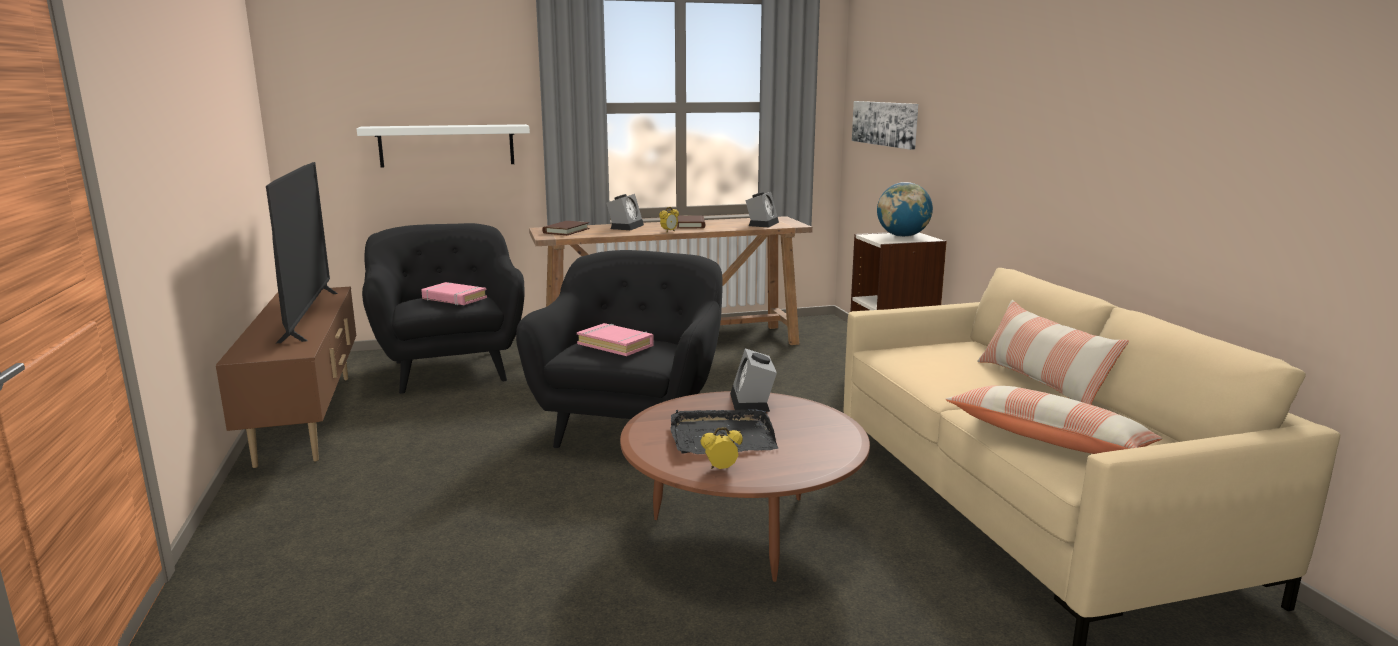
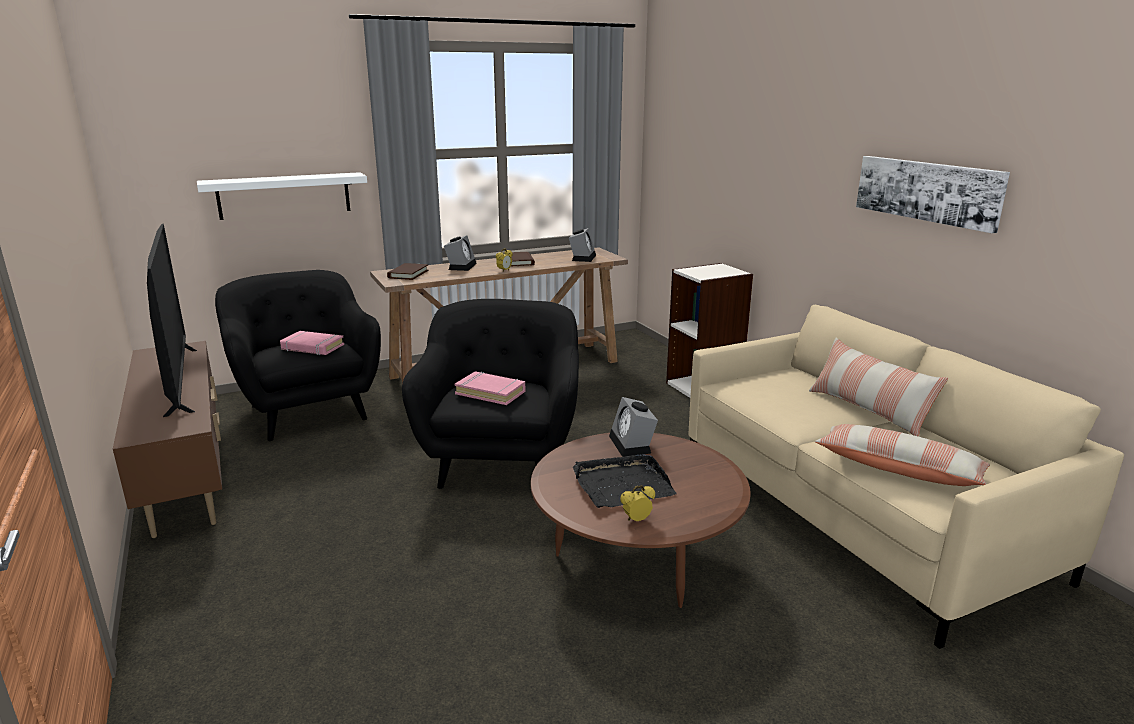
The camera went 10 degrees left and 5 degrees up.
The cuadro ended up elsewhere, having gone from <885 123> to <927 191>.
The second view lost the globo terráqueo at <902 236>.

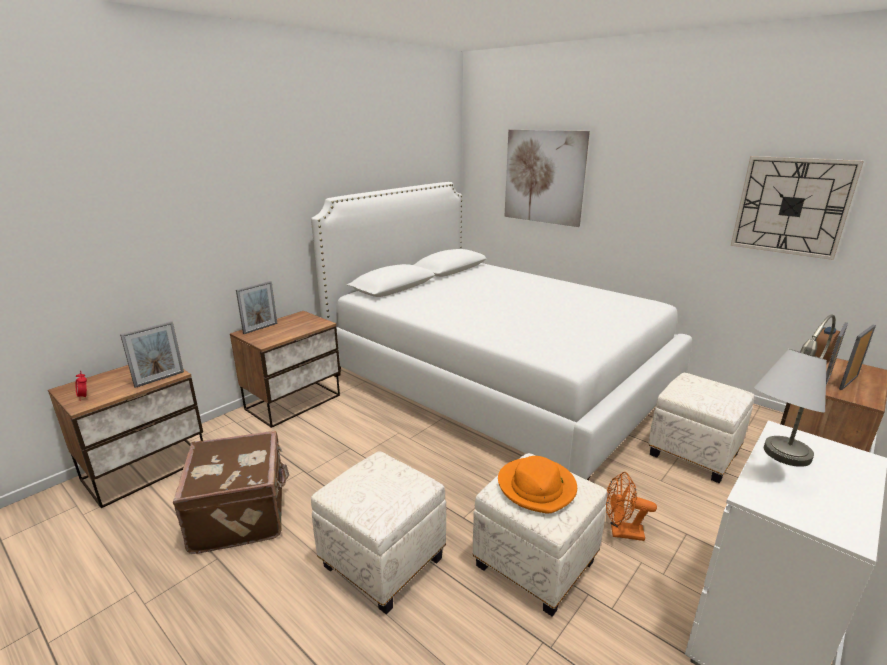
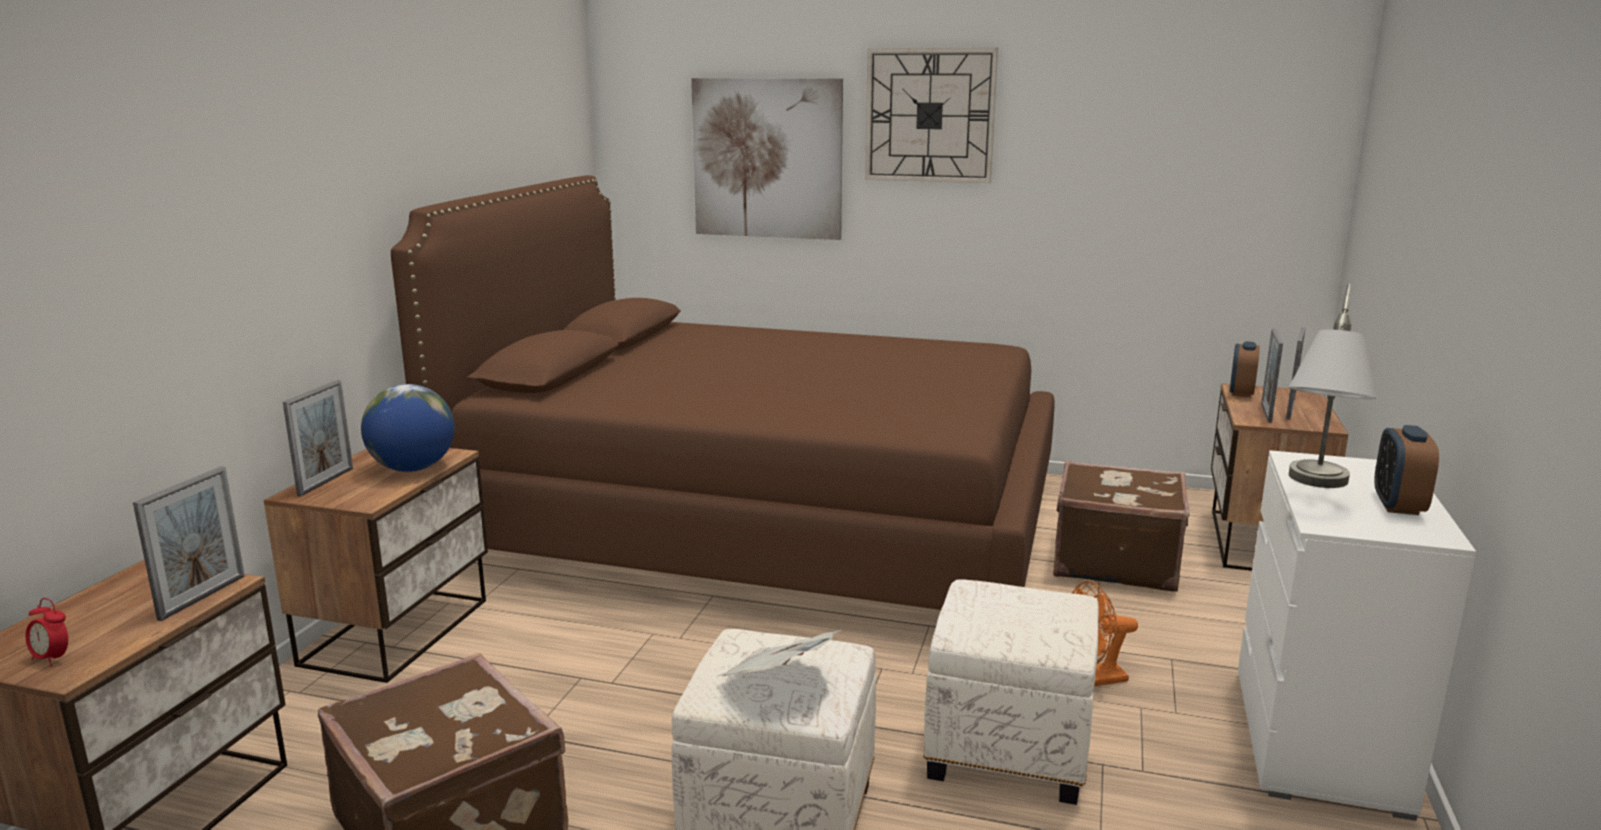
The camera went 25 degrees left and 5 degrees down.
The reloj de pared ended up elsewhere, having gone from <791 206> to <929 115>.
What was the cama [blanco] at <497 382> turned into the cama [marrón] at <764 524>.
Where the puf [blanco] stood at <692 454>, the maleta [marrón] came to stand at <1114 562>.
The second view lost the sombrero [naranja] at <537 487>.
The second view gained the globo terráqueo at <413 468>.
The second view gained the despertador at <1398 505>.
The second view gained the periódico at <779 682>.

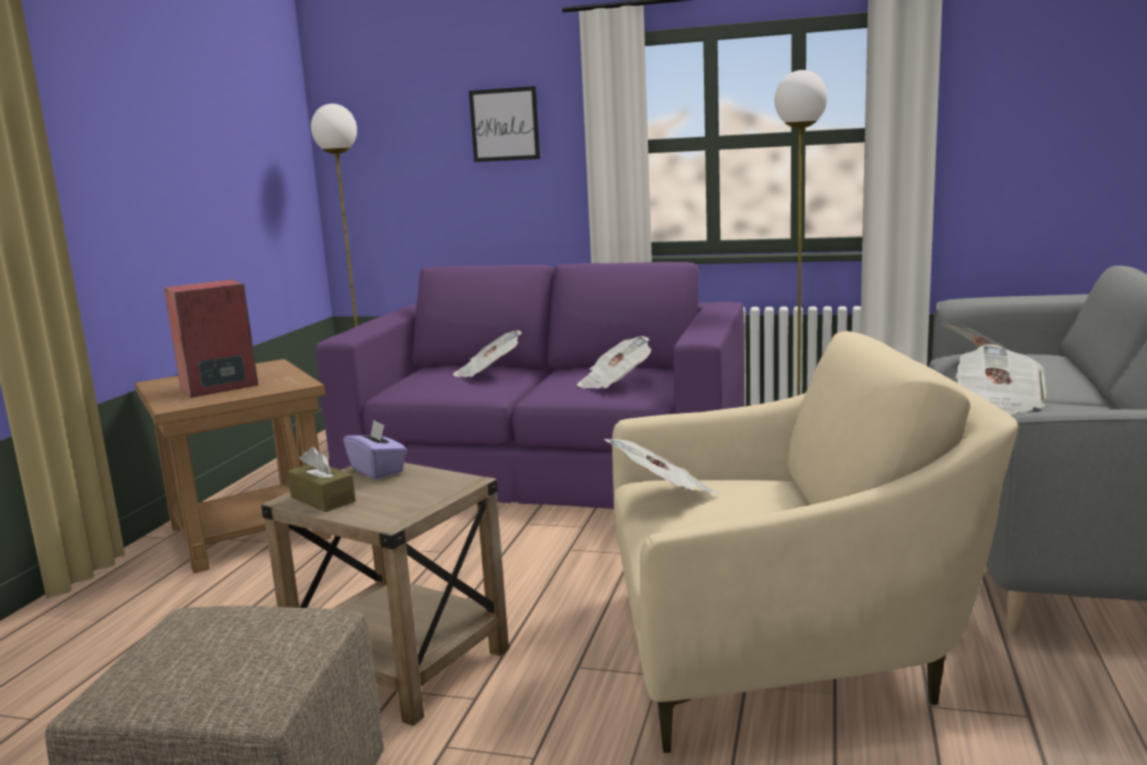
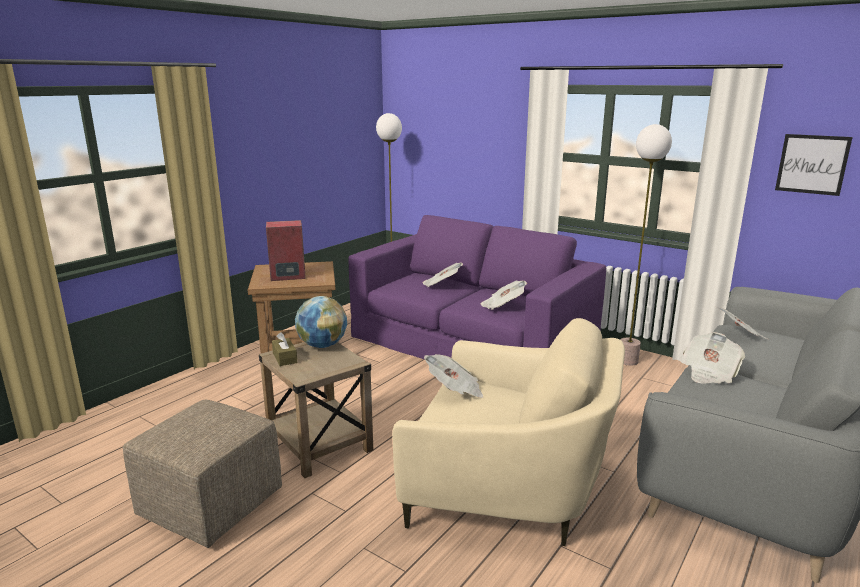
The camera went 20 degrees right and 5 degrees up.
The cuadro ended up elsewhere, having gone from <504 124> to <812 164>.
Where the caja de pañuelos [morado] stood at <378 470>, the globo terráqueo came to stand at <322 345>.

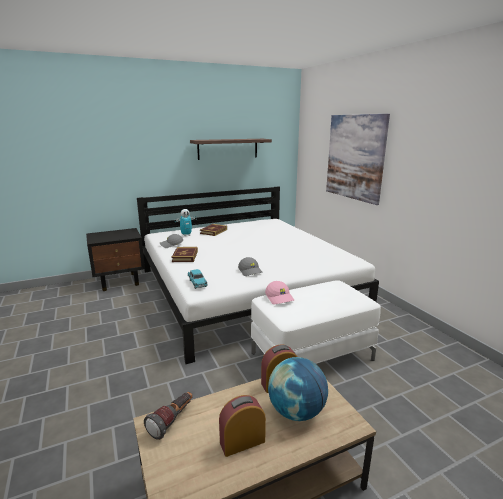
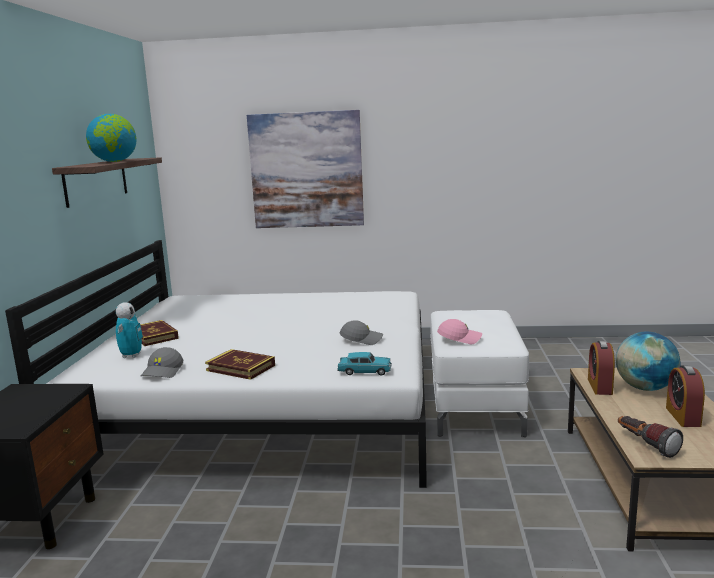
The camera went 60 degrees left and 5 degrees down.
The second view gained the globo terráqueo at <114 161>.

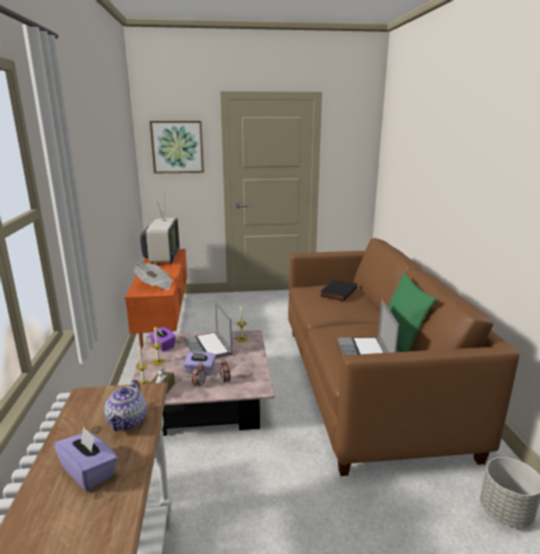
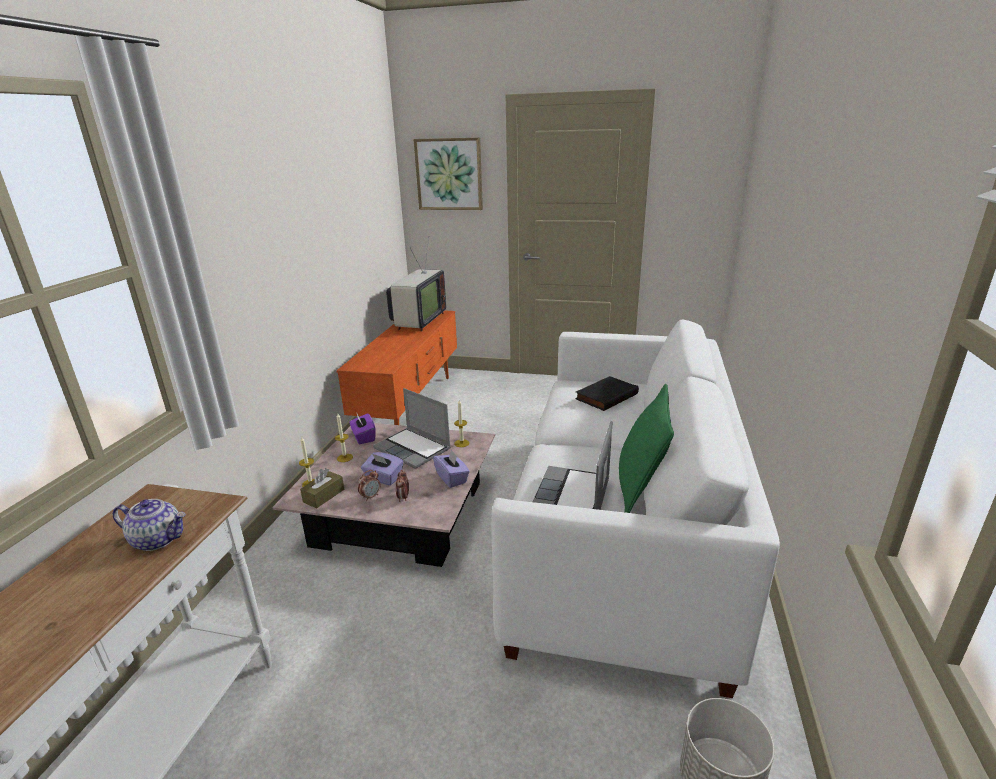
The camera went 20 degrees right and 5 degrees up.
What was the sofá [marrón] at <366 384> turned into the sofá [blanco] at <622 534>.
The second view lost the periódico at <155 285>.
The portátil at <208 348> ended up facing another way, 45 degrees counterclockwise from before.
The tetera at <128 421> ended up facing another way, 105 degrees counterclockwise from before.
The caja de pañuelos [morado] ended up elsewhere, having gone from <89 472> to <452 478>.

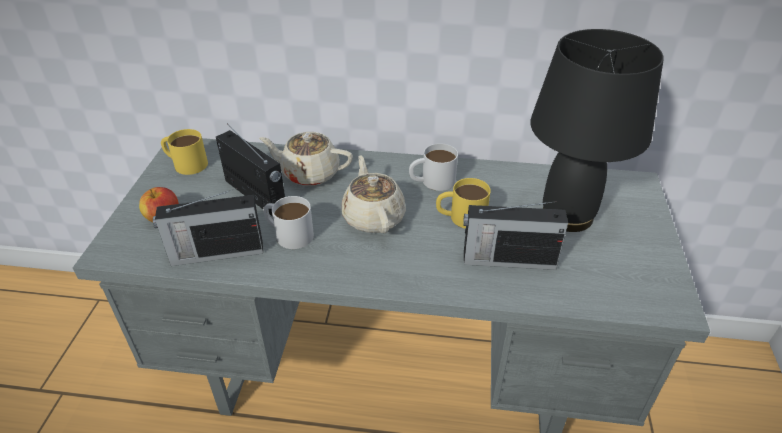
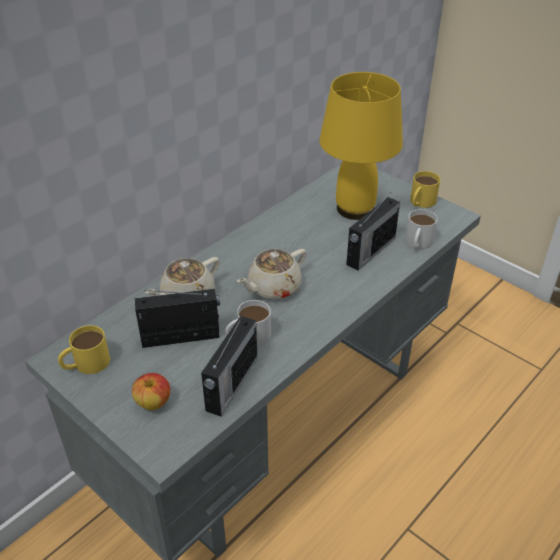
The camera went 55 degrees left and 0 degrees up.
What was the lámpara de mesa [negro] at <568 215> turned into the lámpara de mesa [amarillo] at <355 208>.
The taza grande [blanco] ended up elsewhere, having gone from <432 181> to <417 243>.
The tetera [beis] at <373 217> ended up facing another way, 60 degrees counterclockwise from before.
The taza grande [amarillo] ended up elsewhere, having gone from <460 217> to <420 202>.

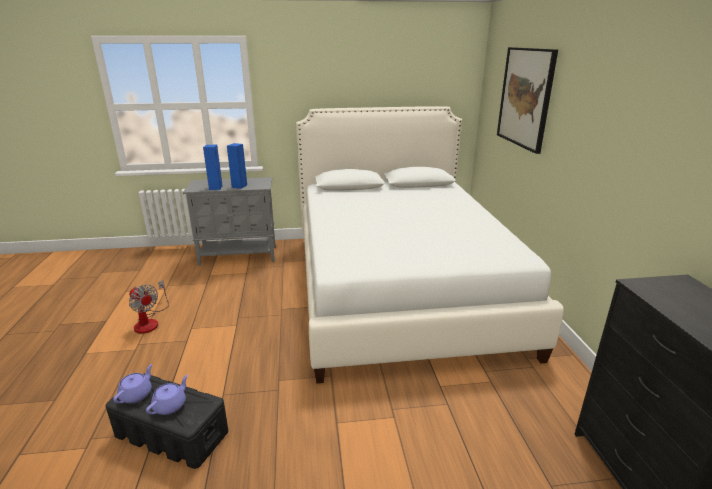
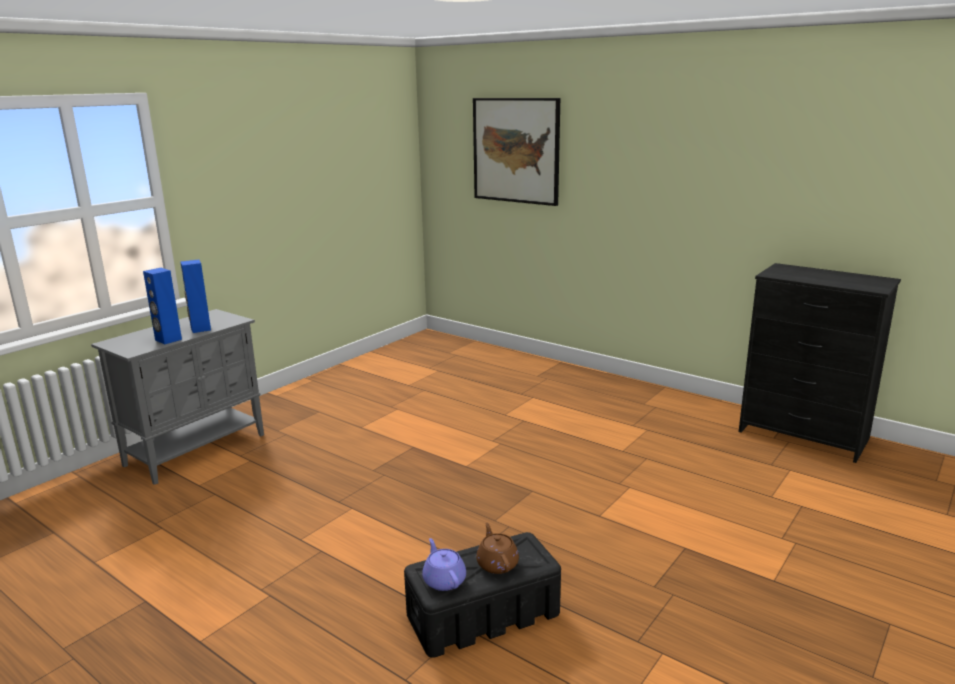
The camera went 45 degrees left and 5 degrees down.
The second view lost the cama [blanco] at <399 287>.
The second view lost the ventilador at <150 321>.
What was the tetera [morado] at <170 405> turned into the tetera [marrón] at <497 563>.

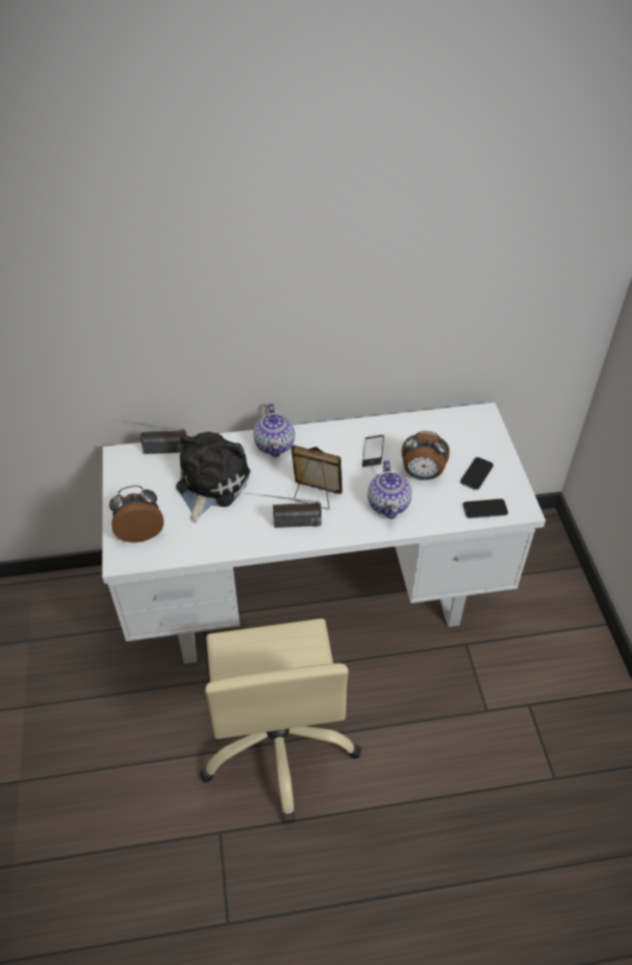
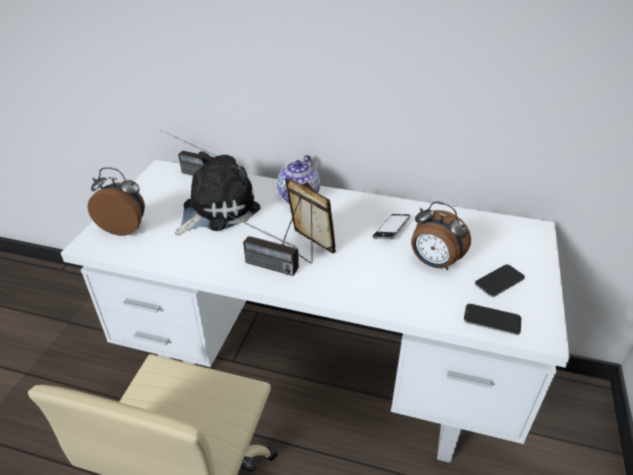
The camera went 25 degrees right and 10 degrees down.
The second view lost the tetera at <389 504>.

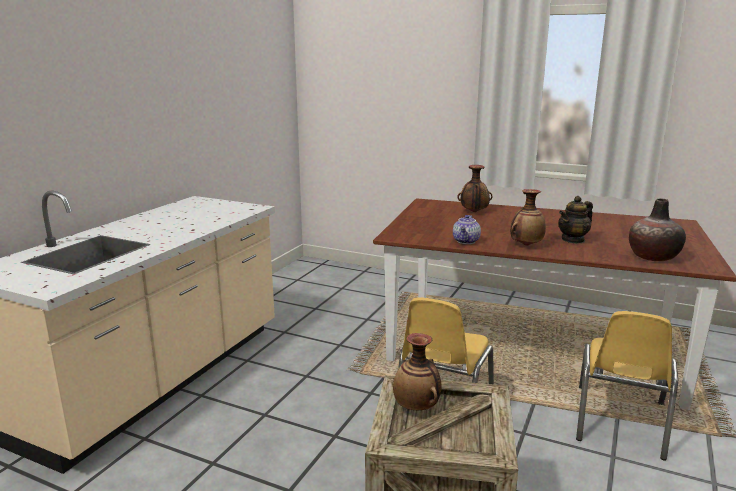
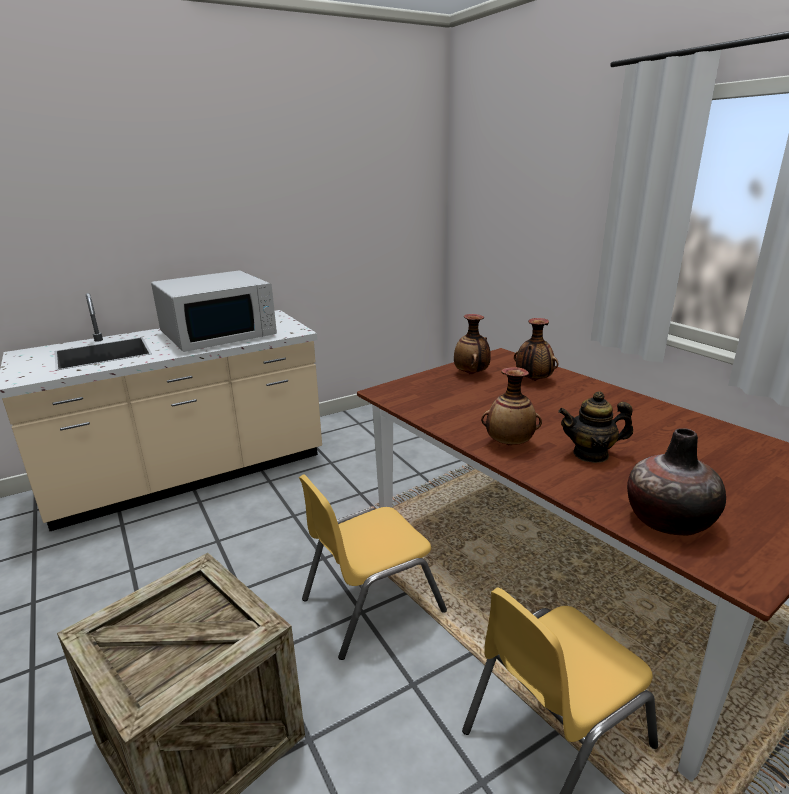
The camera went 35 degrees right and 5 degrees up.
The second view lost the tetera at <466 241>.
The florero ended up elsewhere, having gone from <417 407> to <471 374>.
The second view gained the microondas [blanco] at <219 334>.

